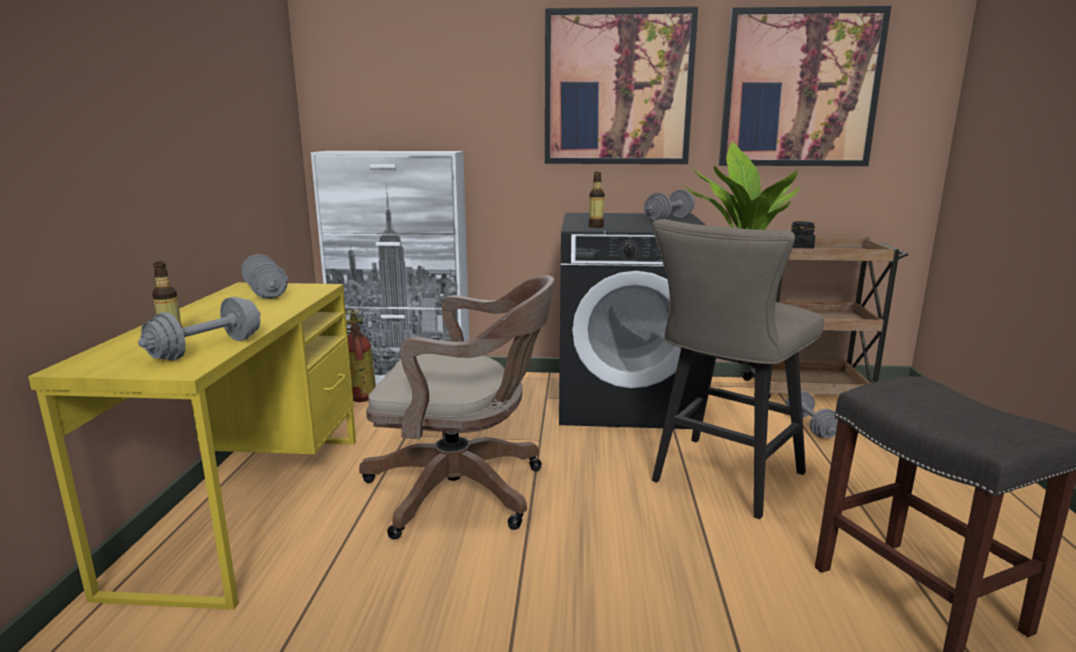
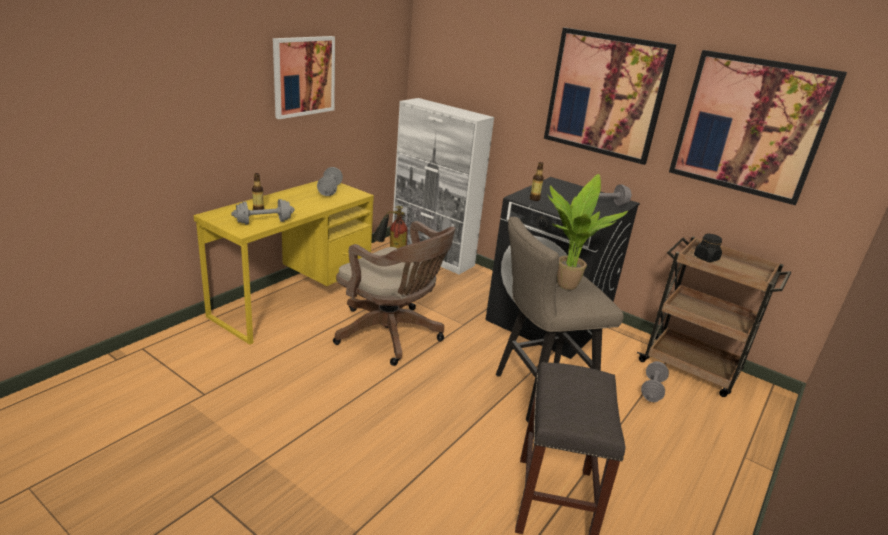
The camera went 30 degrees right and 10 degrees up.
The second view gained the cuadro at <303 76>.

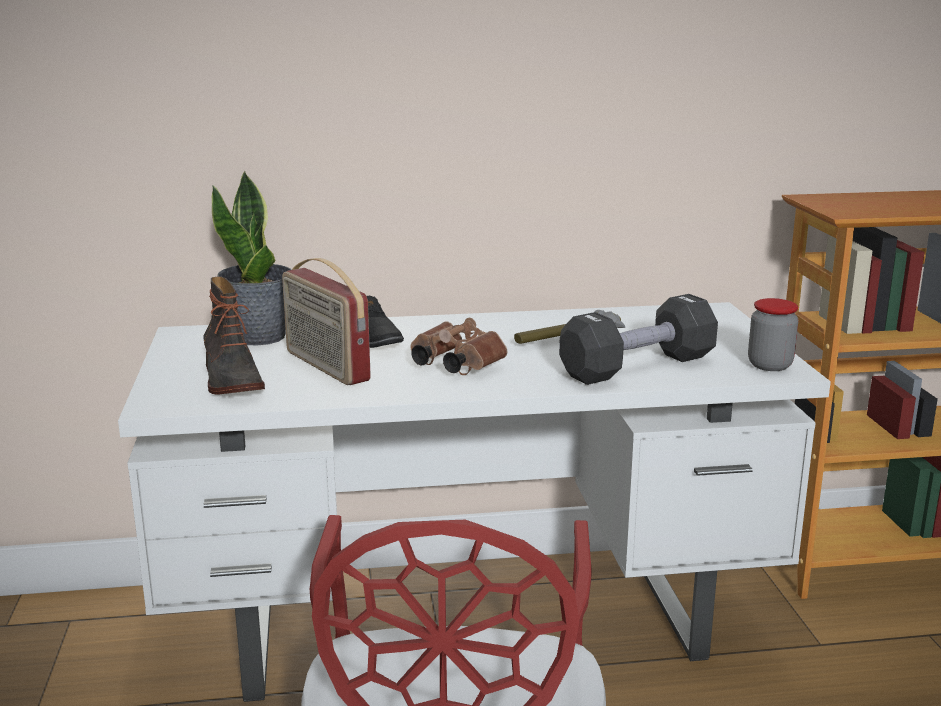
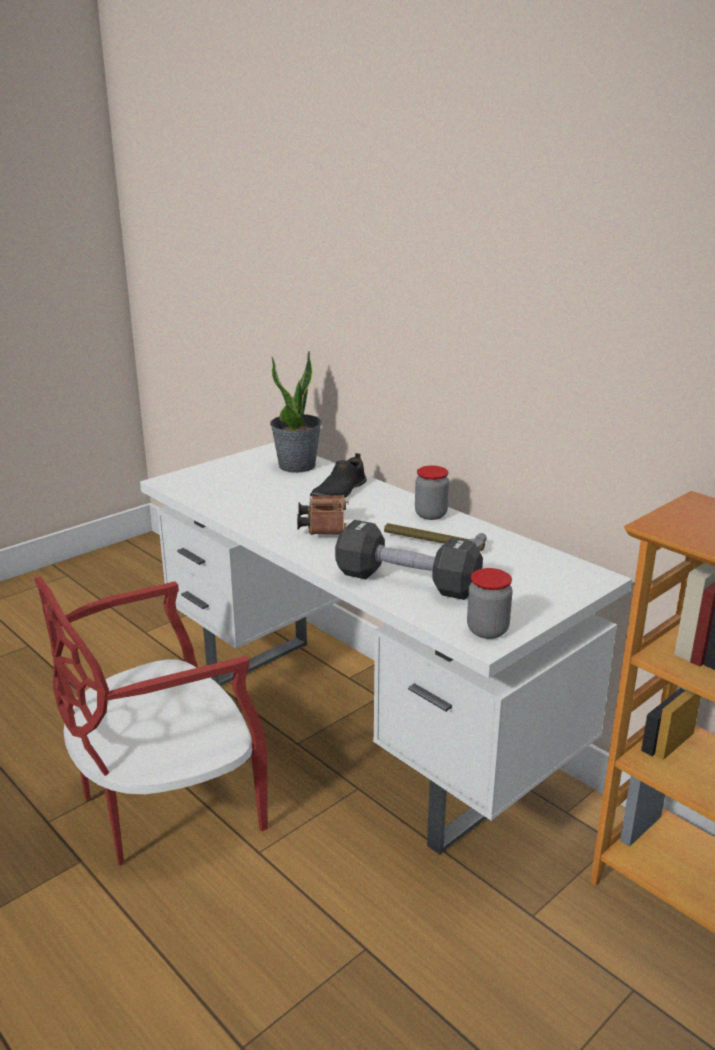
The camera went 55 degrees right and 5 degrees up.
The second view lost the radio at <325 366>.
The second view lost the bota at <230 379>.
The second view gained the tarro at <431 514>.

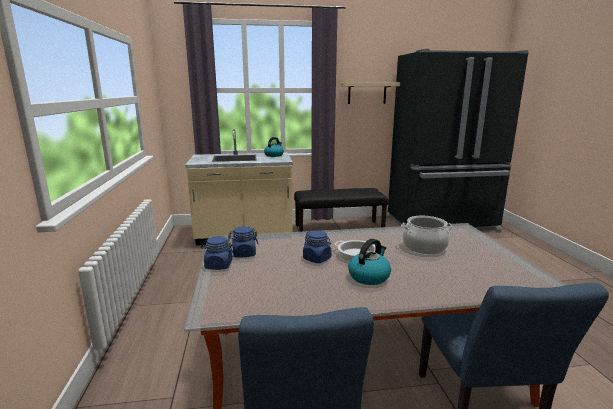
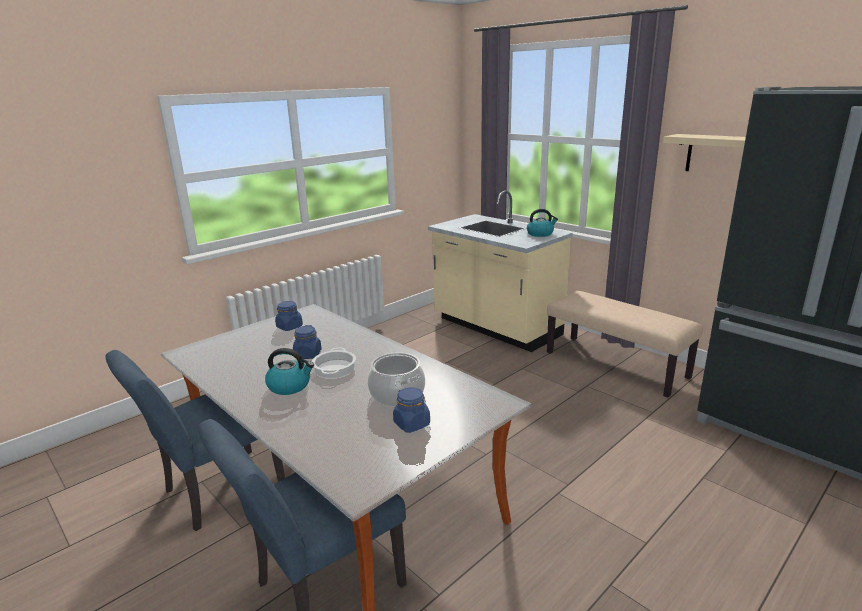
The camera went 55 degrees right and 5 degrees up.
What was the banco [negro] at <339 229> turned into the banco [beis] at <616 365>.
The tarro [azul] ended up elsewhere, having gone from <218 265> to <411 424>.

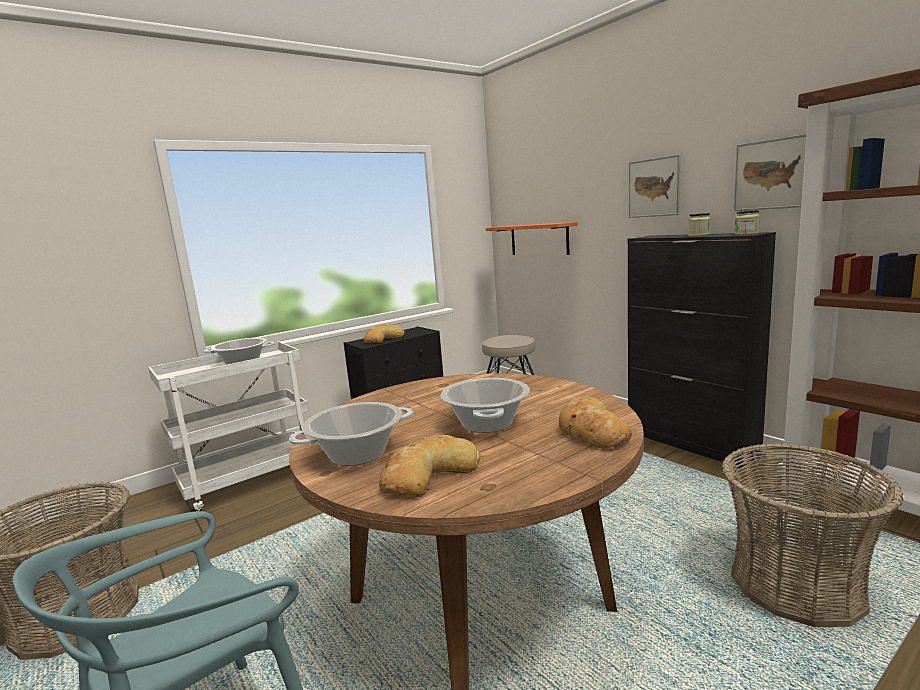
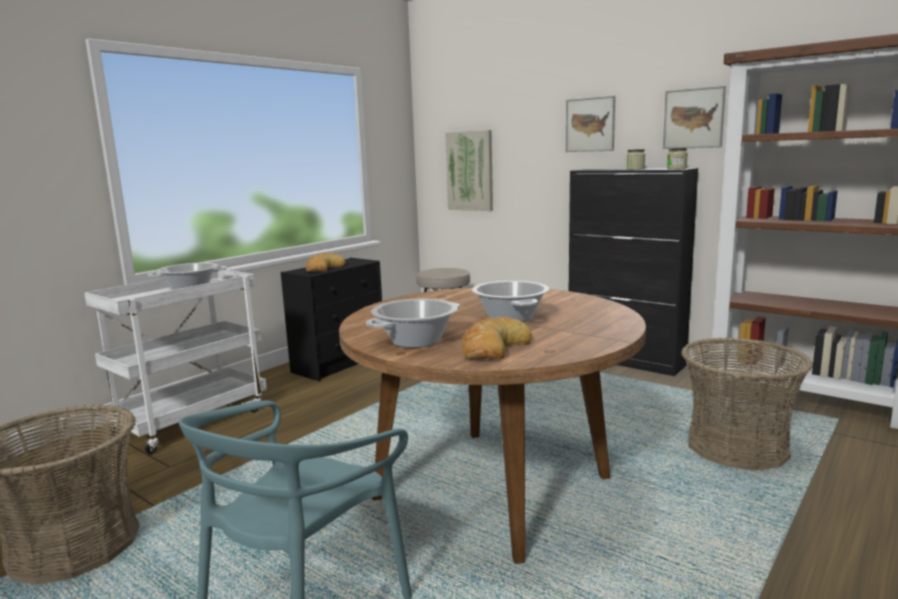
The camera went 15 degrees left and 0 degrees up.
Where the estante [naranja] hung at <539 239>, the cuadro came to hang at <470 171>.
The second view lost the pan at <591 431>.

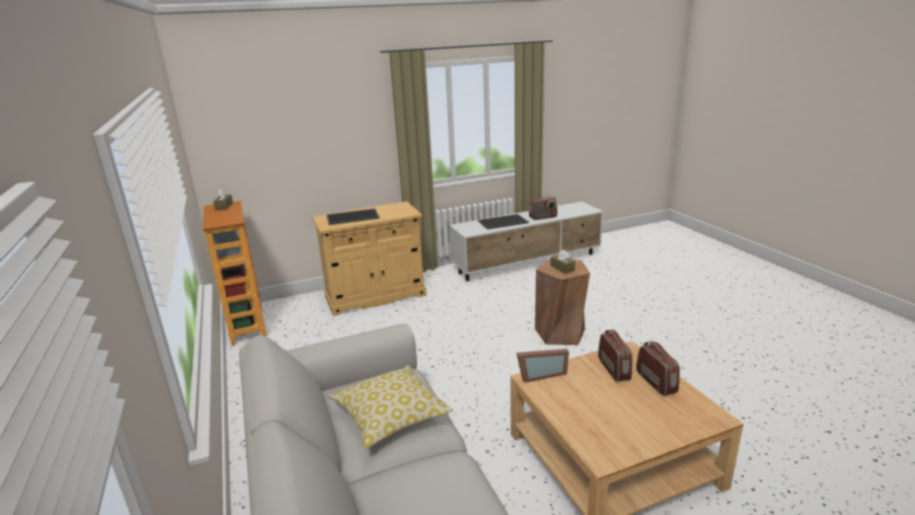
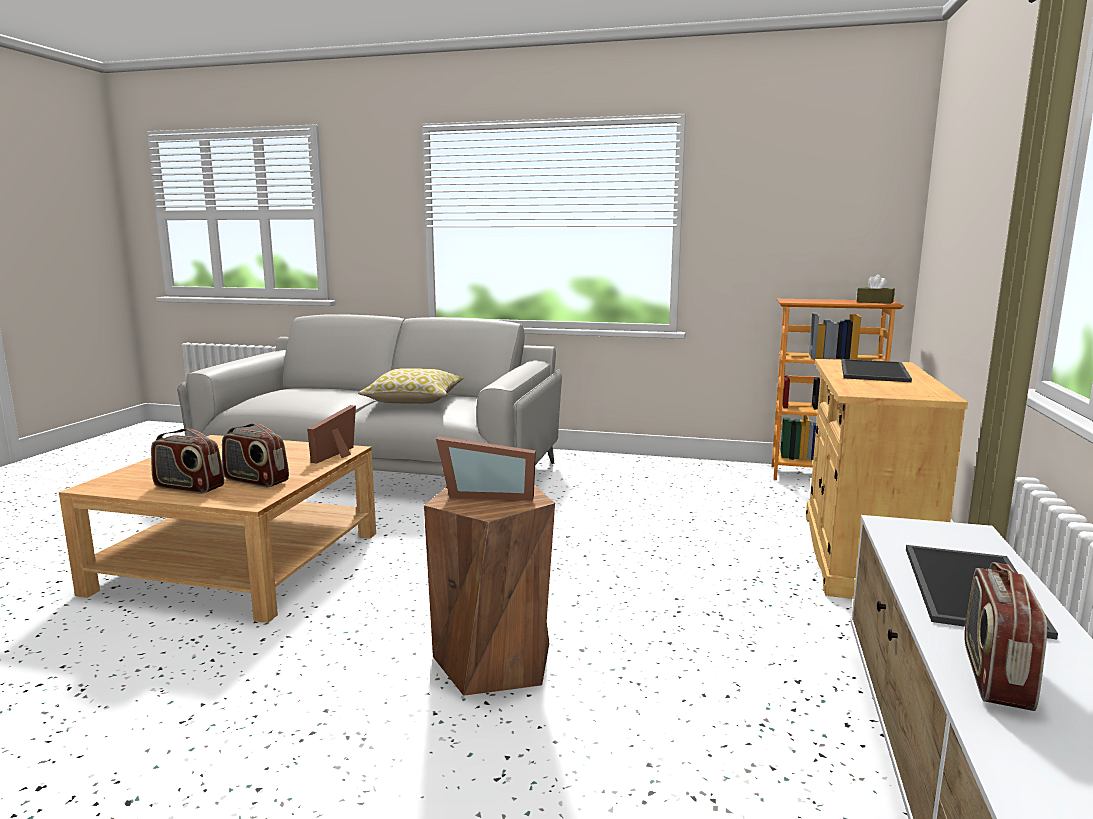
The camera went 125 degrees right and 10 degrees down.
Where the caja de pañuelos [marrón] stood at <562 268>, the portarretratos came to stand at <488 494>.

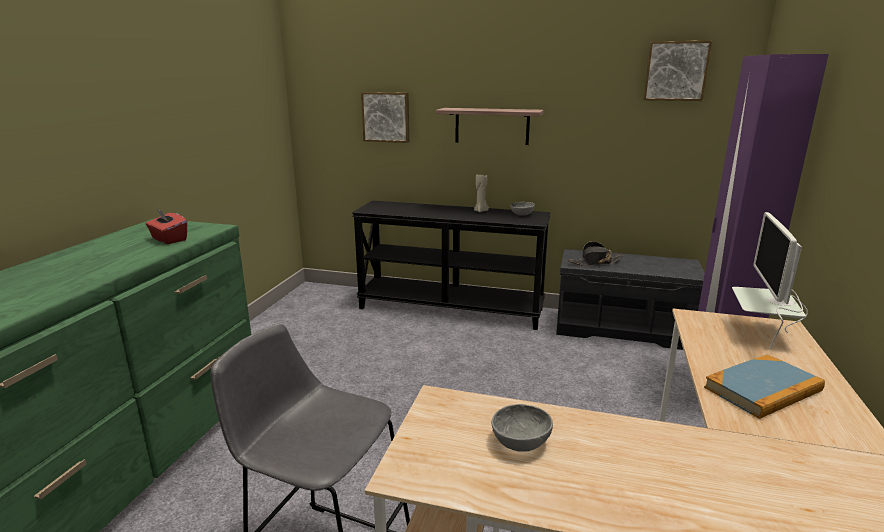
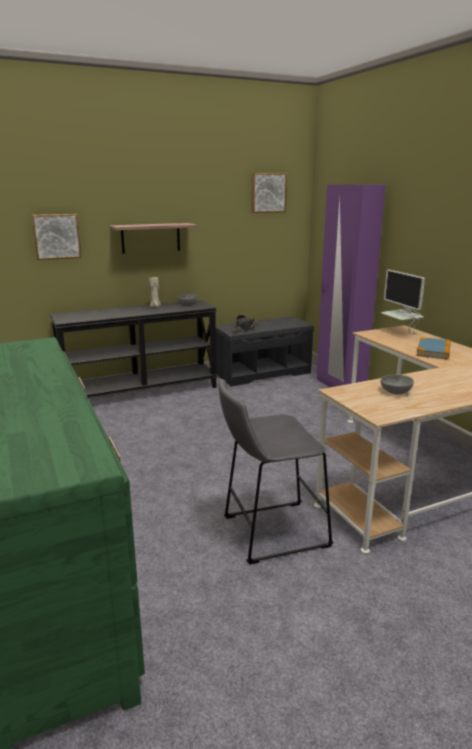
The camera went 40 degrees left and 0 degrees up.
The second view lost the caja de pañuelos [rojo] at <169 239>.

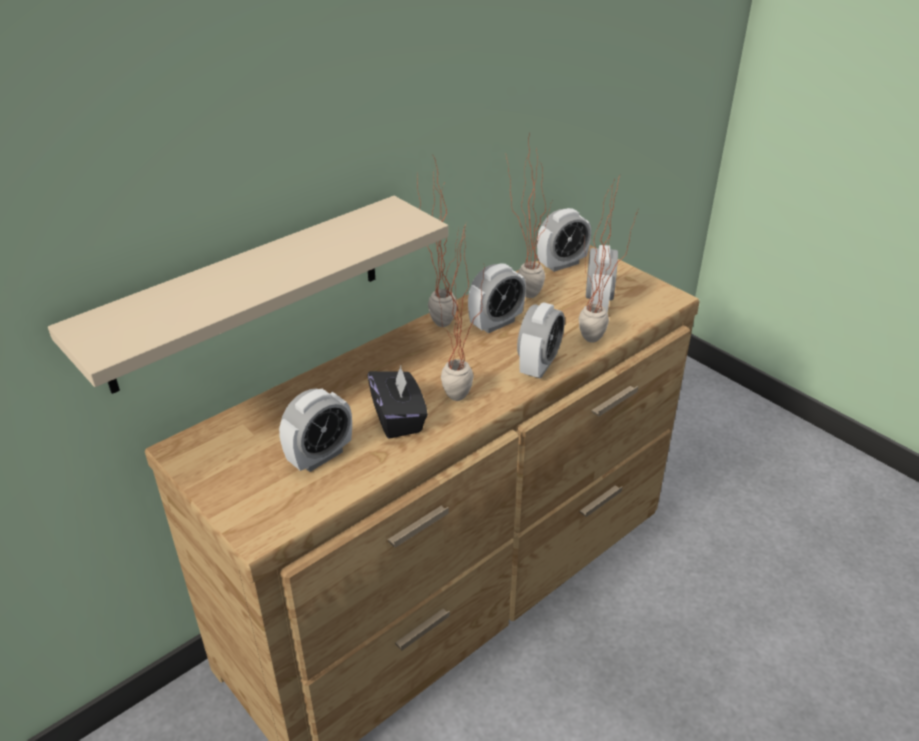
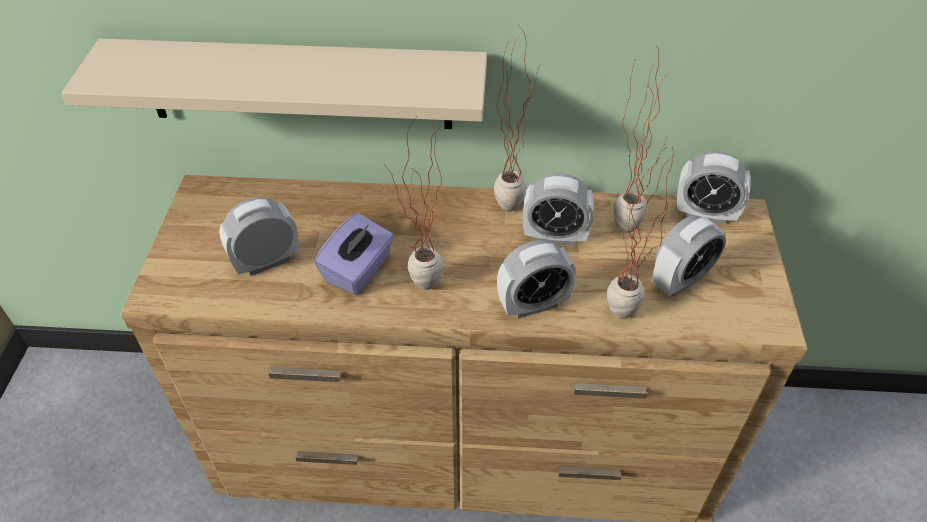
The camera went 45 degrees right and 10 degrees up.
What was the caja de pañuelos [negro] at <398 418> turned into the caja de pañuelos [morado] at <358 270>.
The despertador at <320 456> ended up facing another way, 150 degrees clockwise from before.

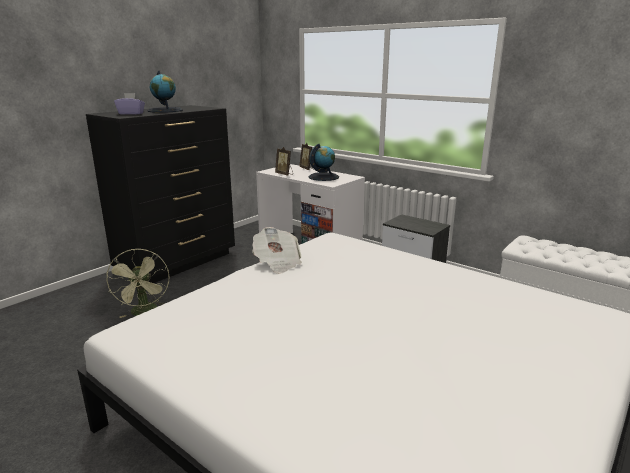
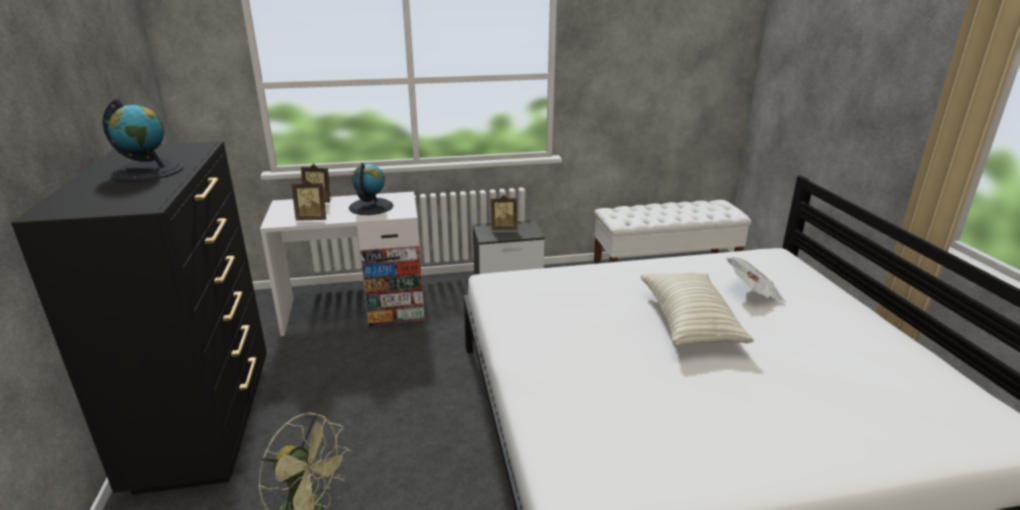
The camera went 50 degrees left and 5 degrees up.
The second view lost the caja de pañuelos [morado] at <131 113>.
The periódico ended up elsewhere, having gone from <277 263> to <753 293>.
The second view gained the portarretratos at <503 229>.
The second view gained the cojín at <689 323>.

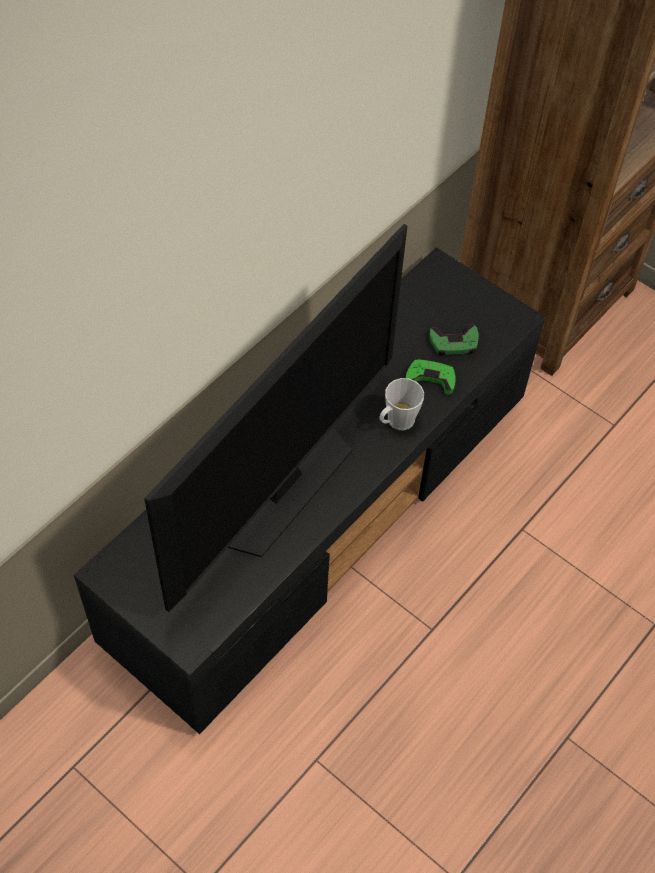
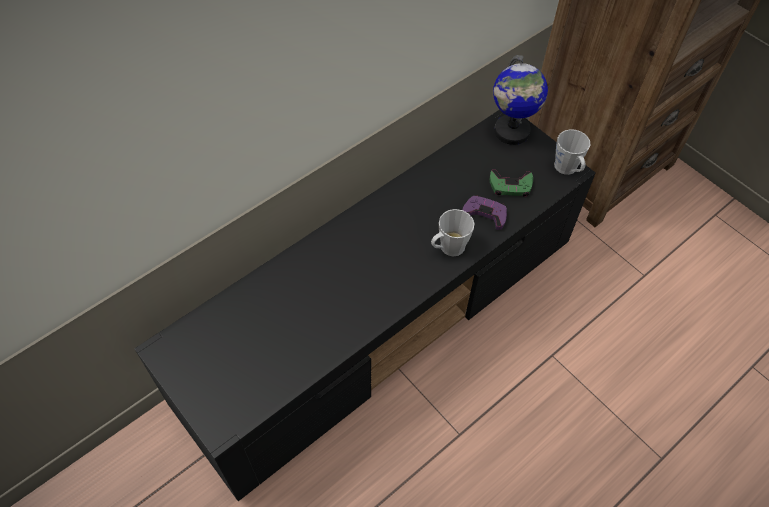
The camera went 10 degrees right and 0 degrees up.
The second view lost the televisor at <281 485>.
What was the mando de consola [verde] at <430 378> turned into the mando de consola [morado] at <485 214>.
The second view gained the globo terráqueo at <511 131>.
The second view gained the taza grande [gris] at <567 169>.

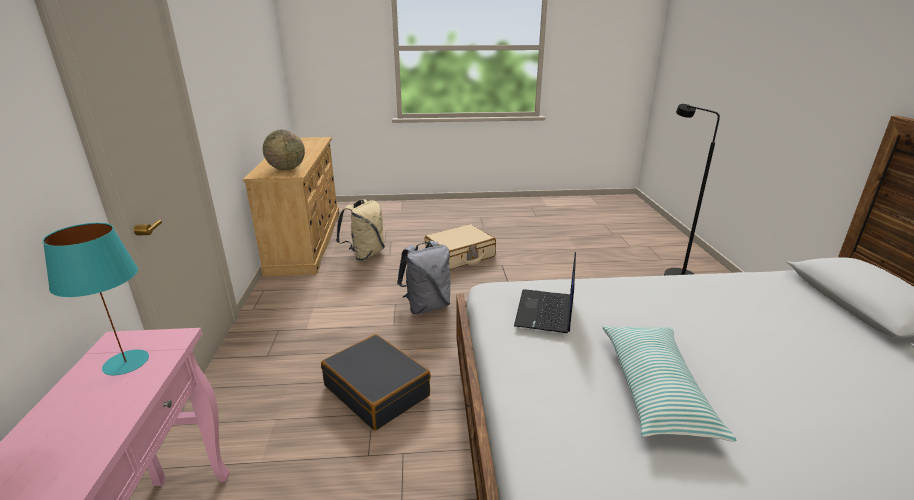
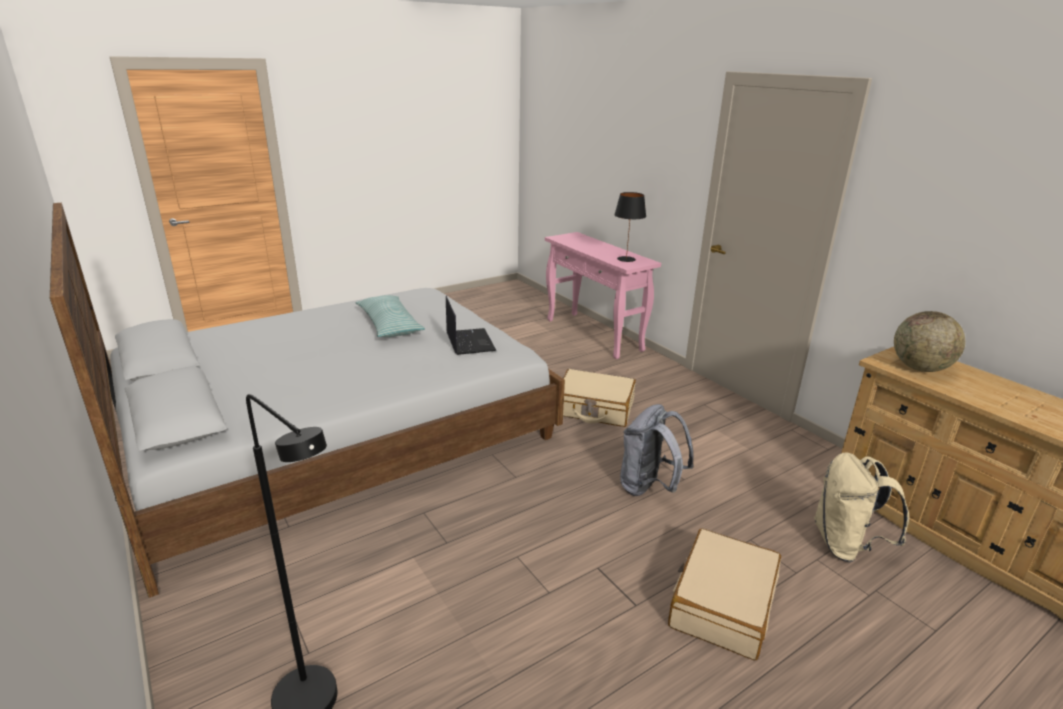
The camera went 150 degrees right and 0 degrees up.
What was the lámpara de mesa [turquesa] at <125 362> turned into the lámpara de mesa [negro] at <626 259>.
What was the maleta [negro] at <377 390> turned into the maleta [beis] at <594 408>.

